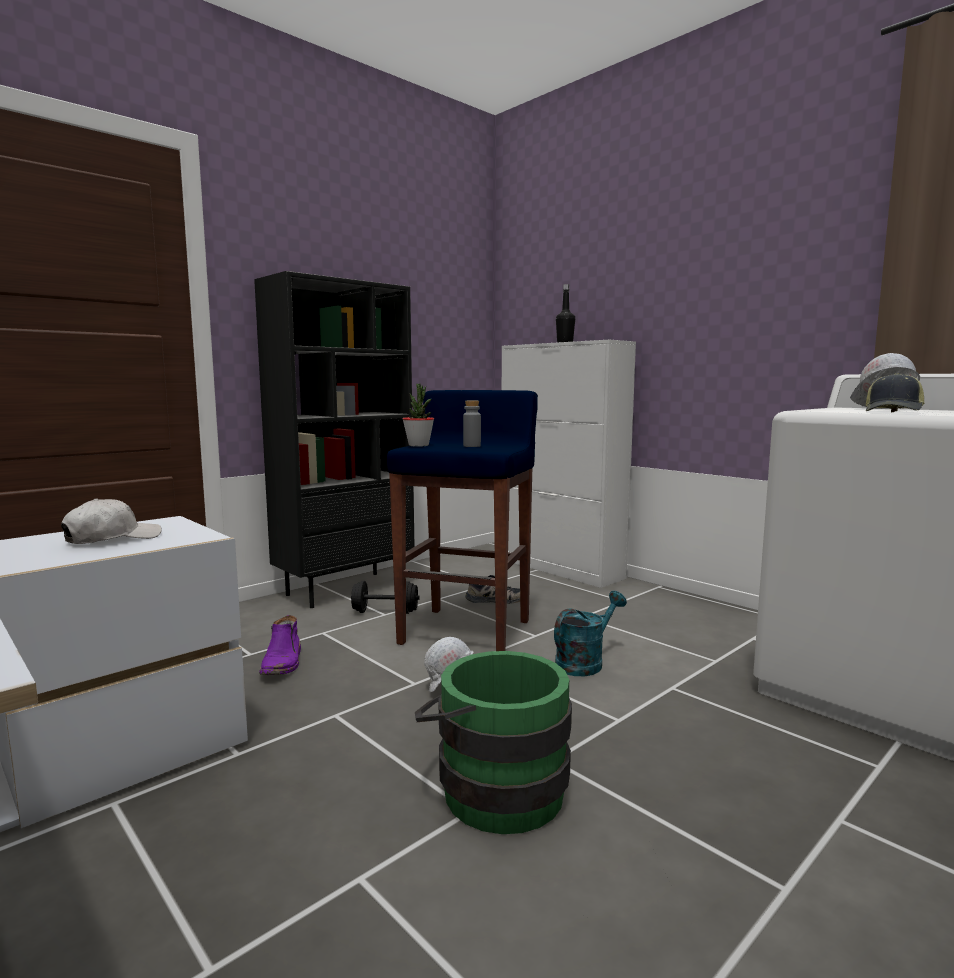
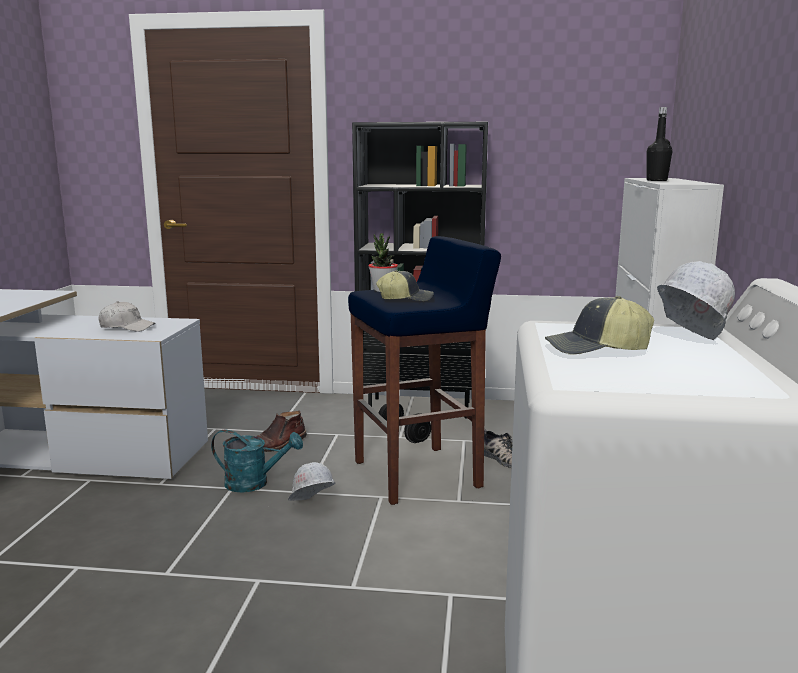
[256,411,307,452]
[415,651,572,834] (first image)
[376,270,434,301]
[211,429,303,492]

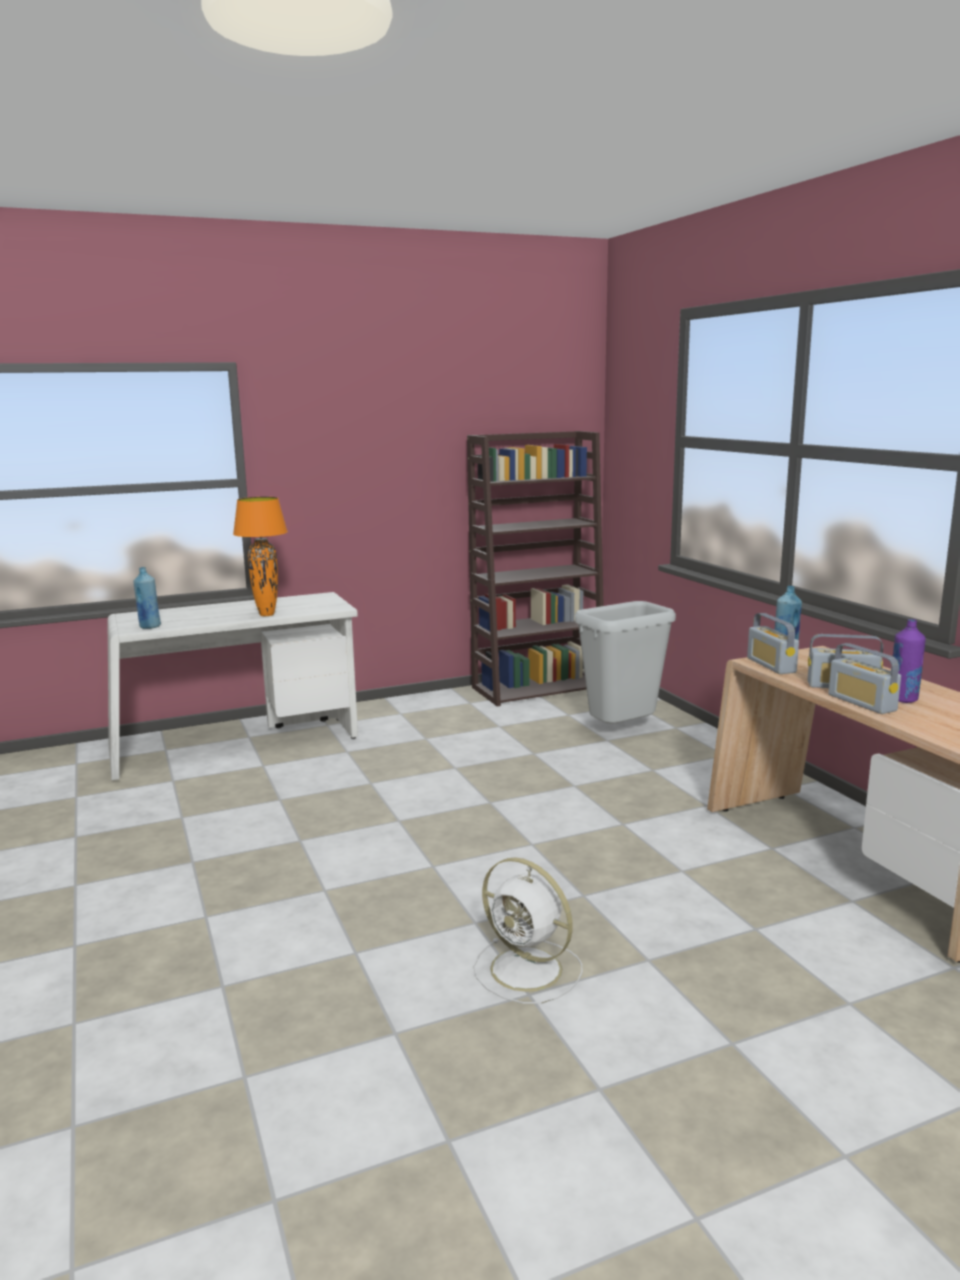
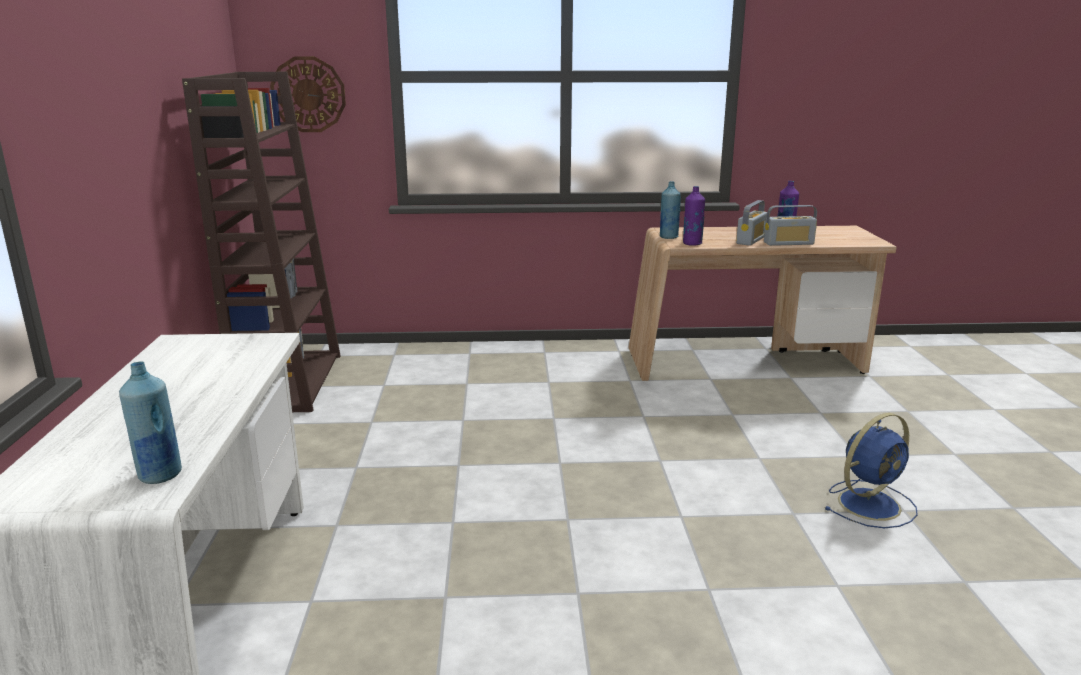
[233,497,288,616] (first image)
[824,413,918,528]
[575,601,676,724] (first image)
[683,186,705,246]
[270,56,346,132]

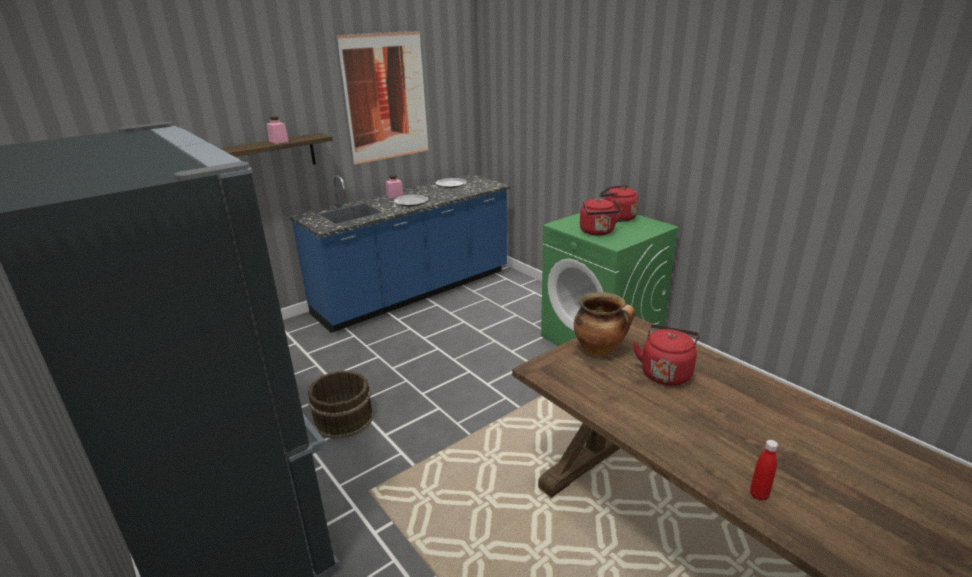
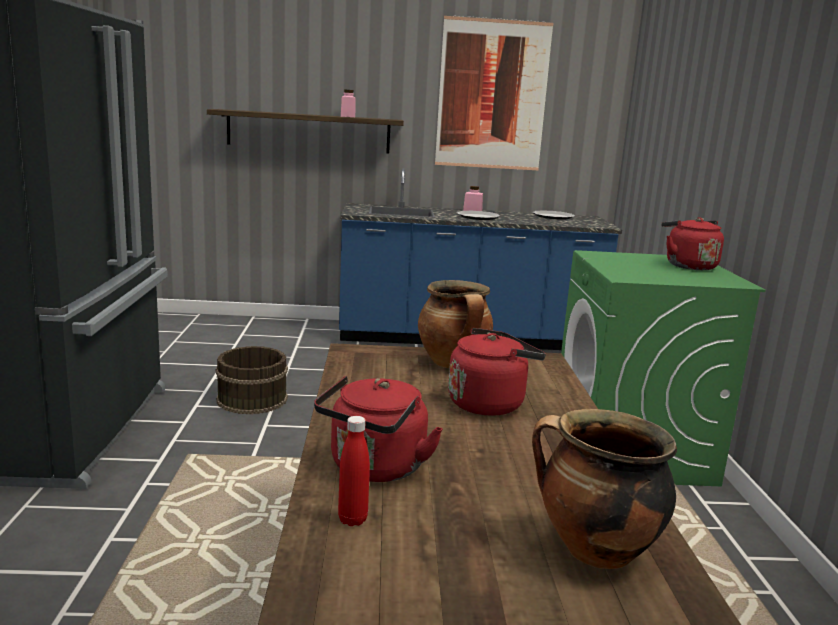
[314,376,443,482]
[532,409,677,569]

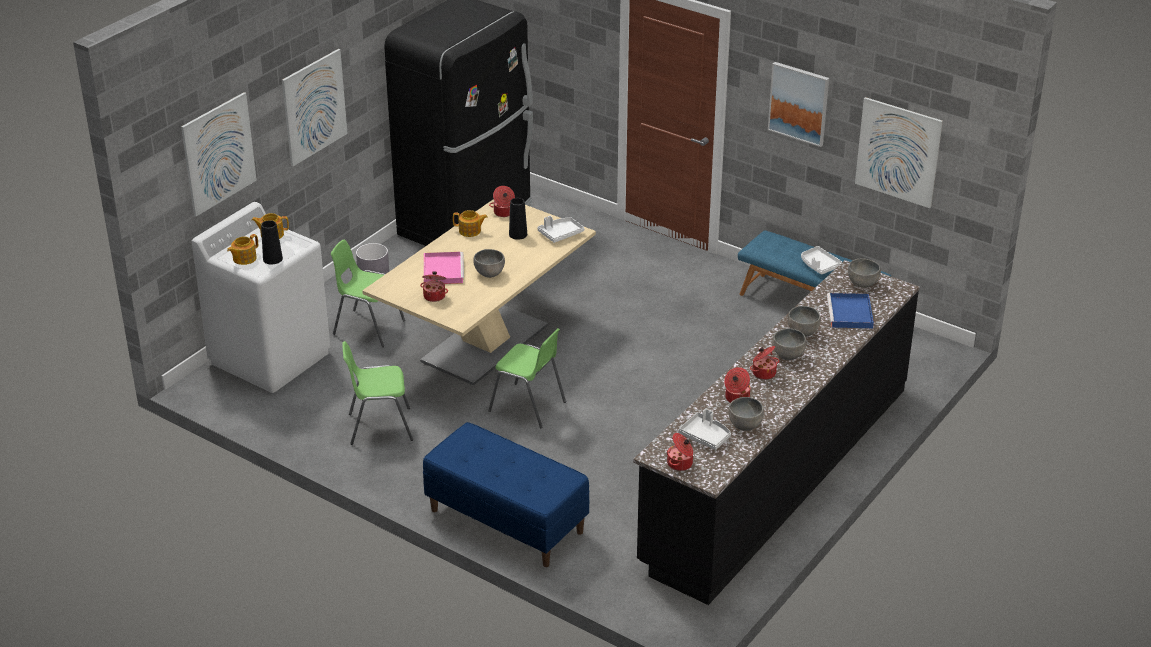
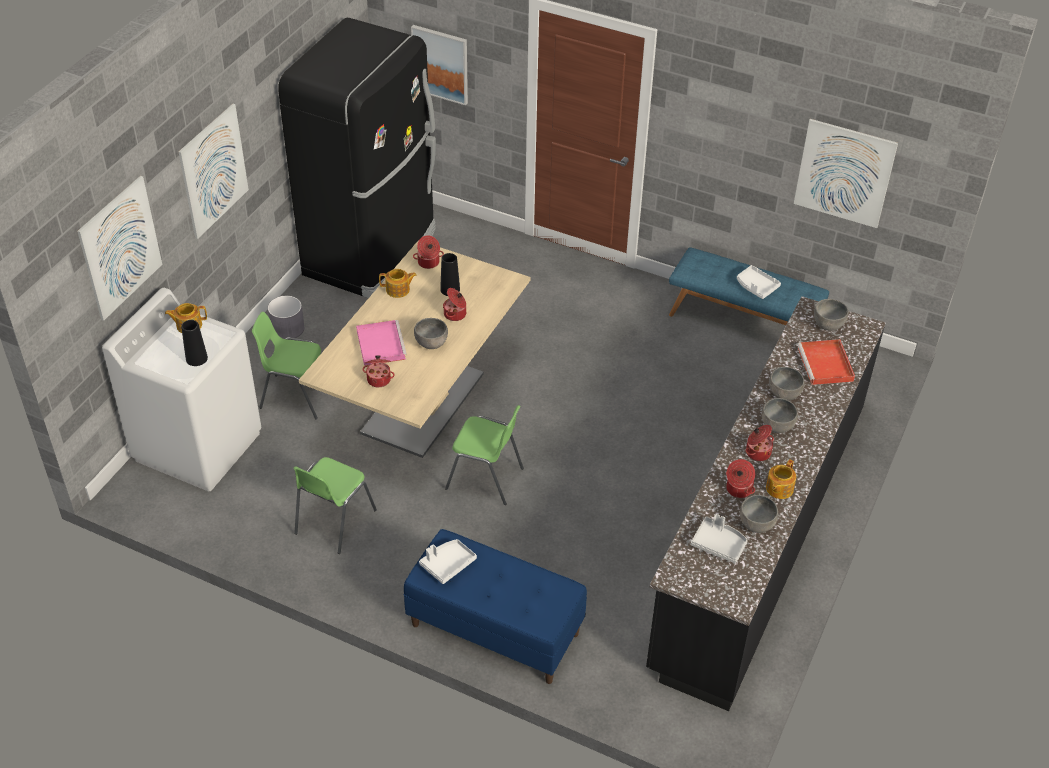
[766,459,796,499]
[293,457,377,554]
[419,539,477,584]
[443,288,466,321]
[411,25,468,105]
[797,339,855,385]

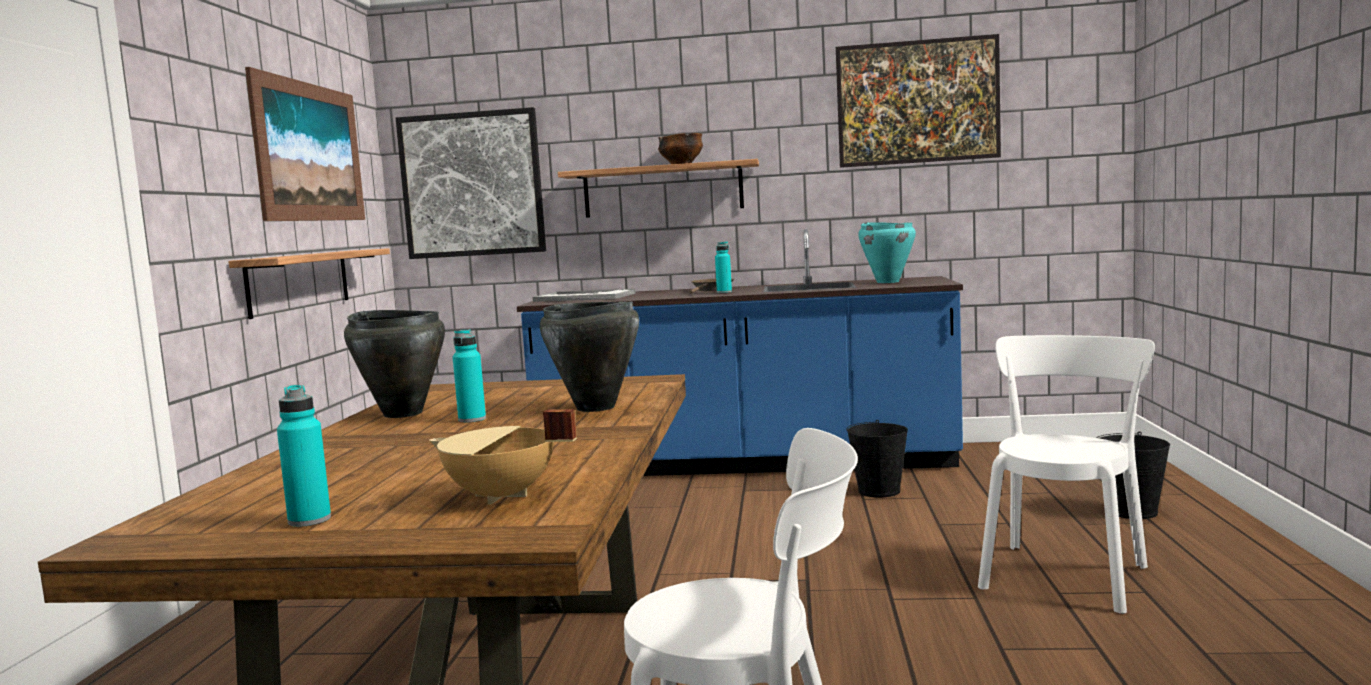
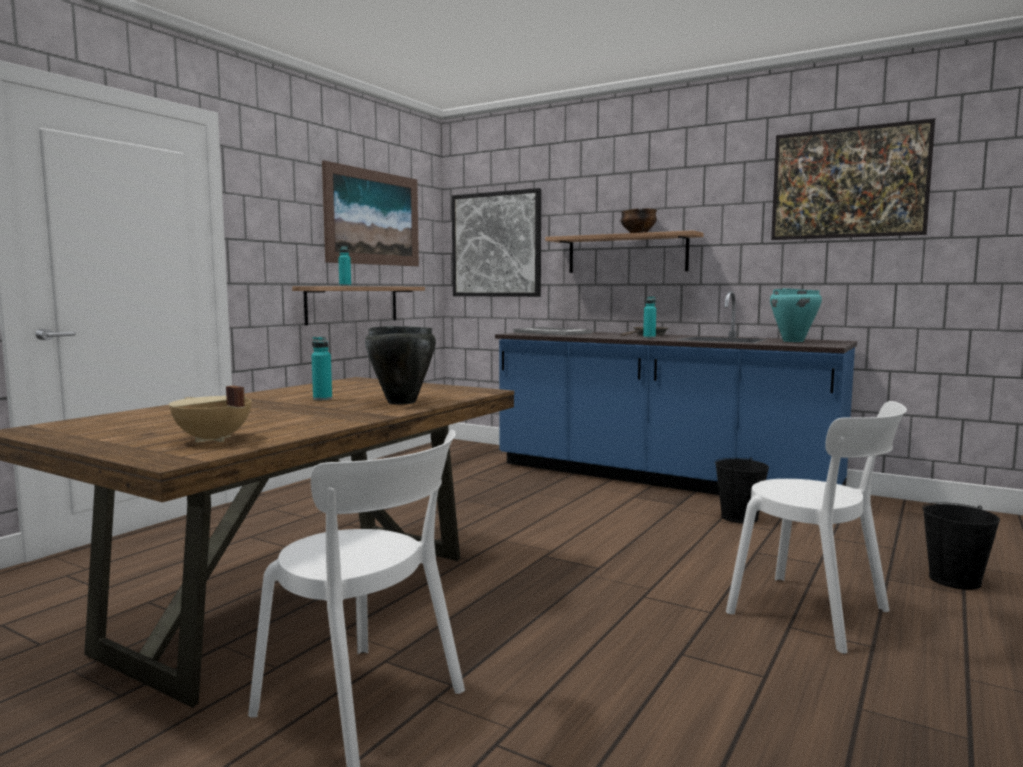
[338,246,351,286]
[344,310,445,418] (first image)
[726,401,907,654]

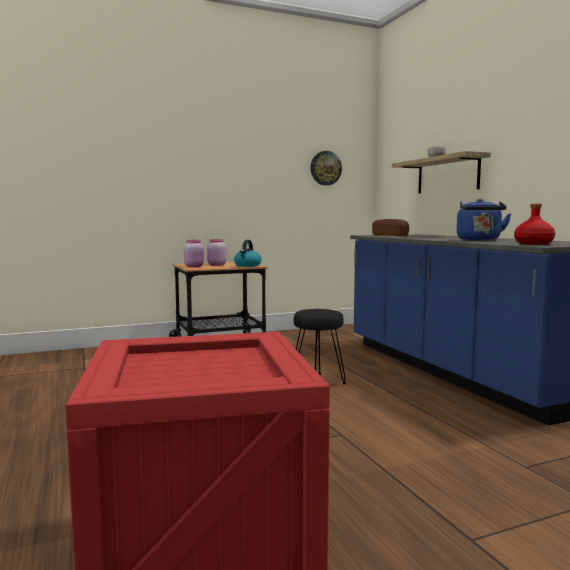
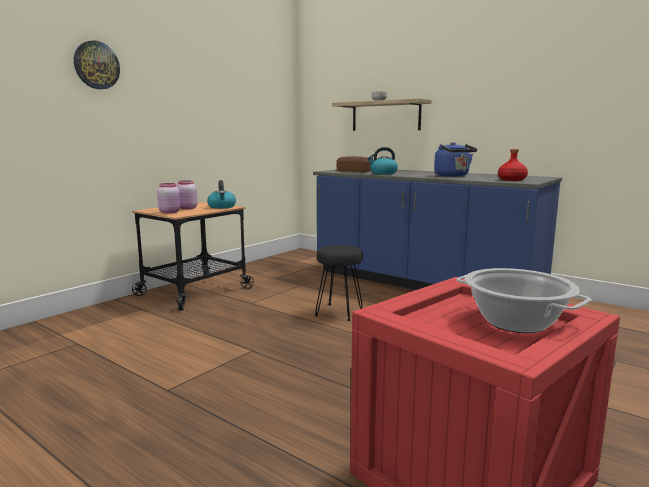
[74,40,120,89]
[367,147,398,174]
[456,268,591,333]

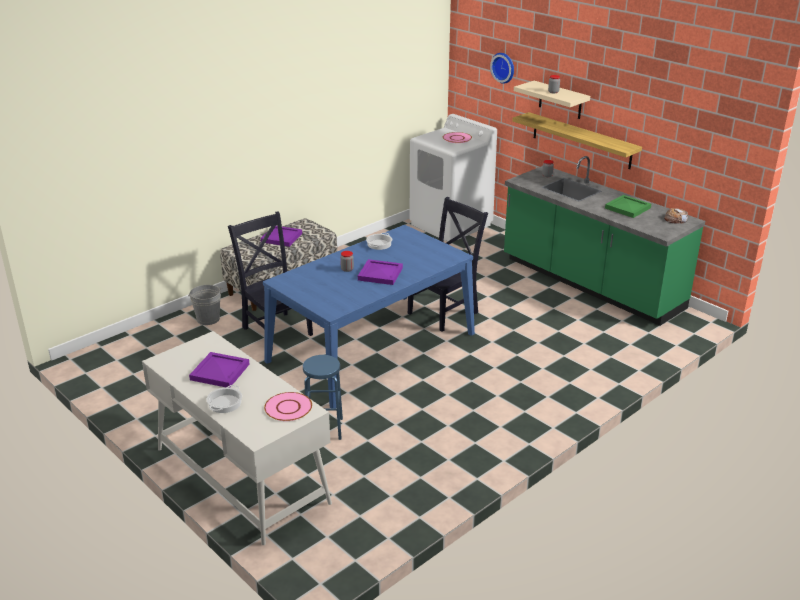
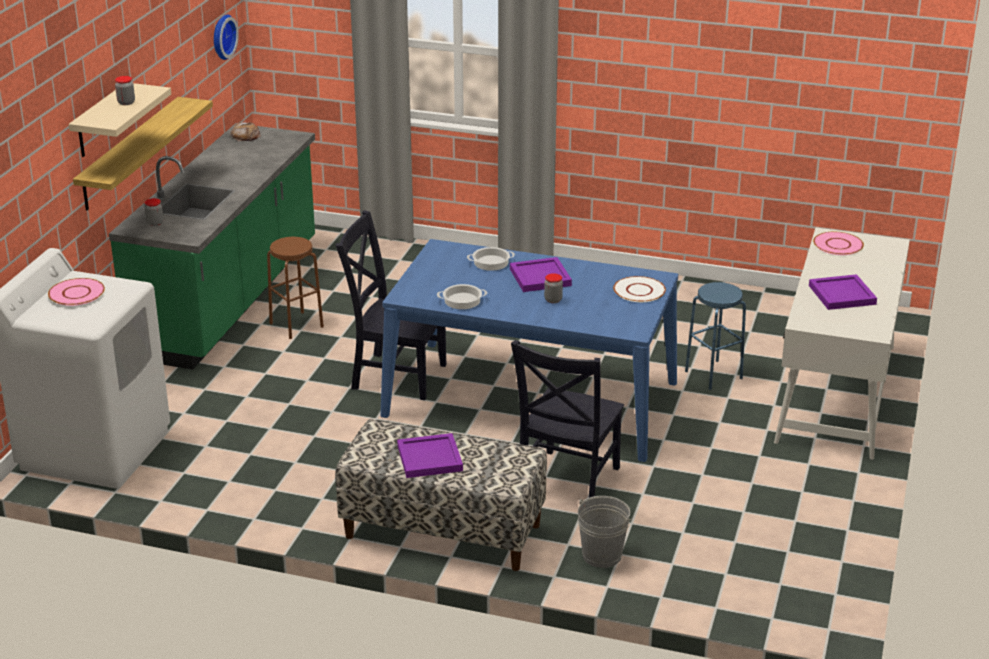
[467,247,515,271]
[214,15,239,60]
[605,195,651,218] (first image)
[267,237,324,339]
[613,276,666,302]

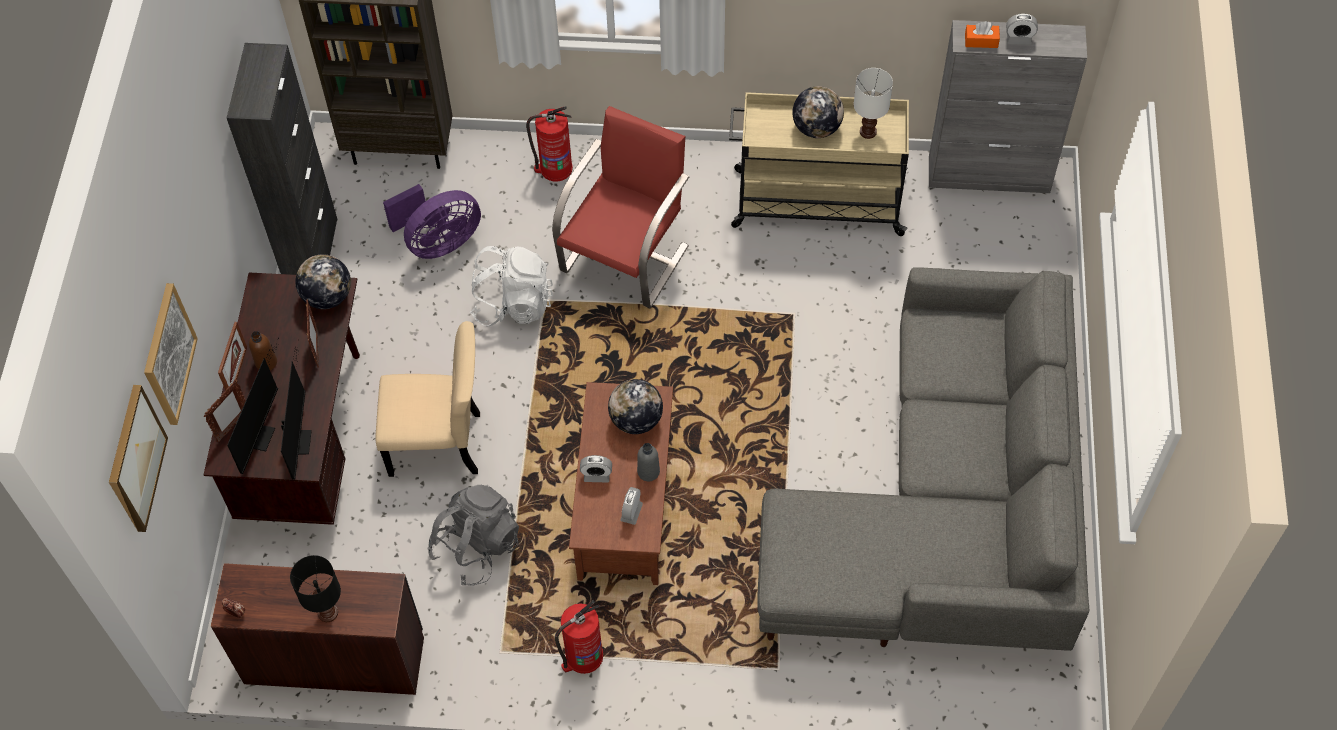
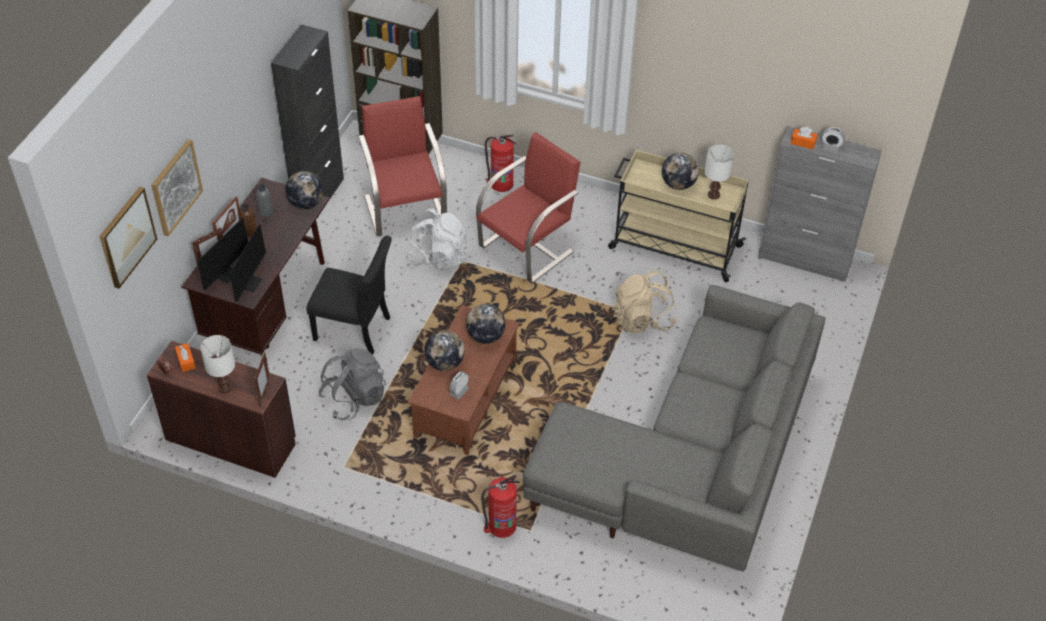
[200,335,235,393]
[254,352,270,406]
[307,236,392,354]
[358,96,447,236]
[481,474,520,538]
[424,330,465,371]
[256,184,274,217]
[175,343,196,372]
[612,271,676,333]

